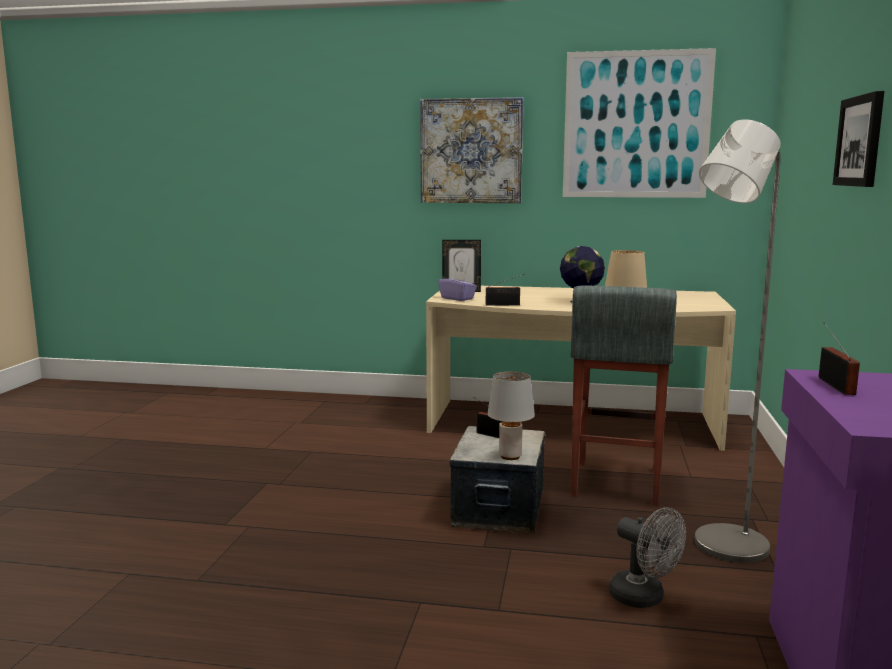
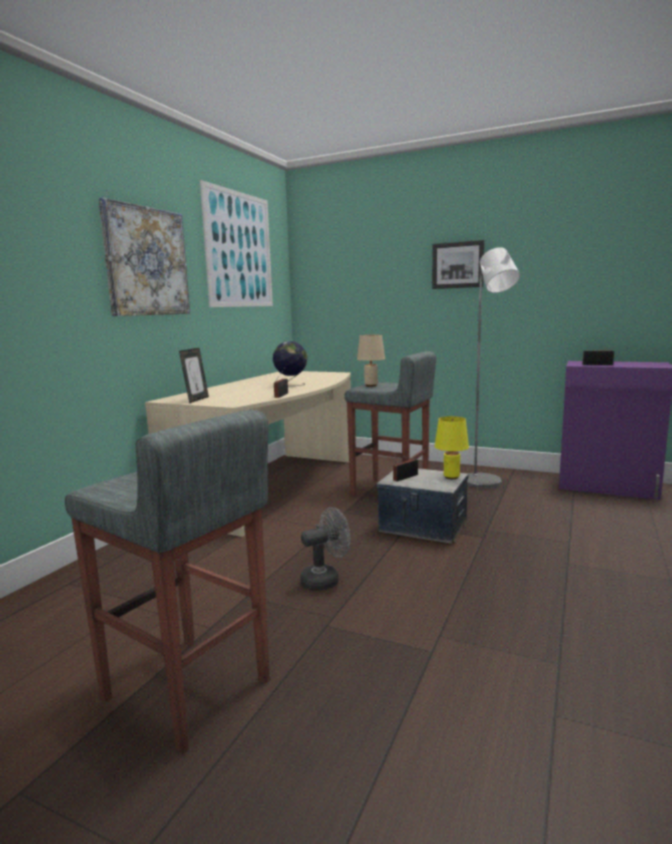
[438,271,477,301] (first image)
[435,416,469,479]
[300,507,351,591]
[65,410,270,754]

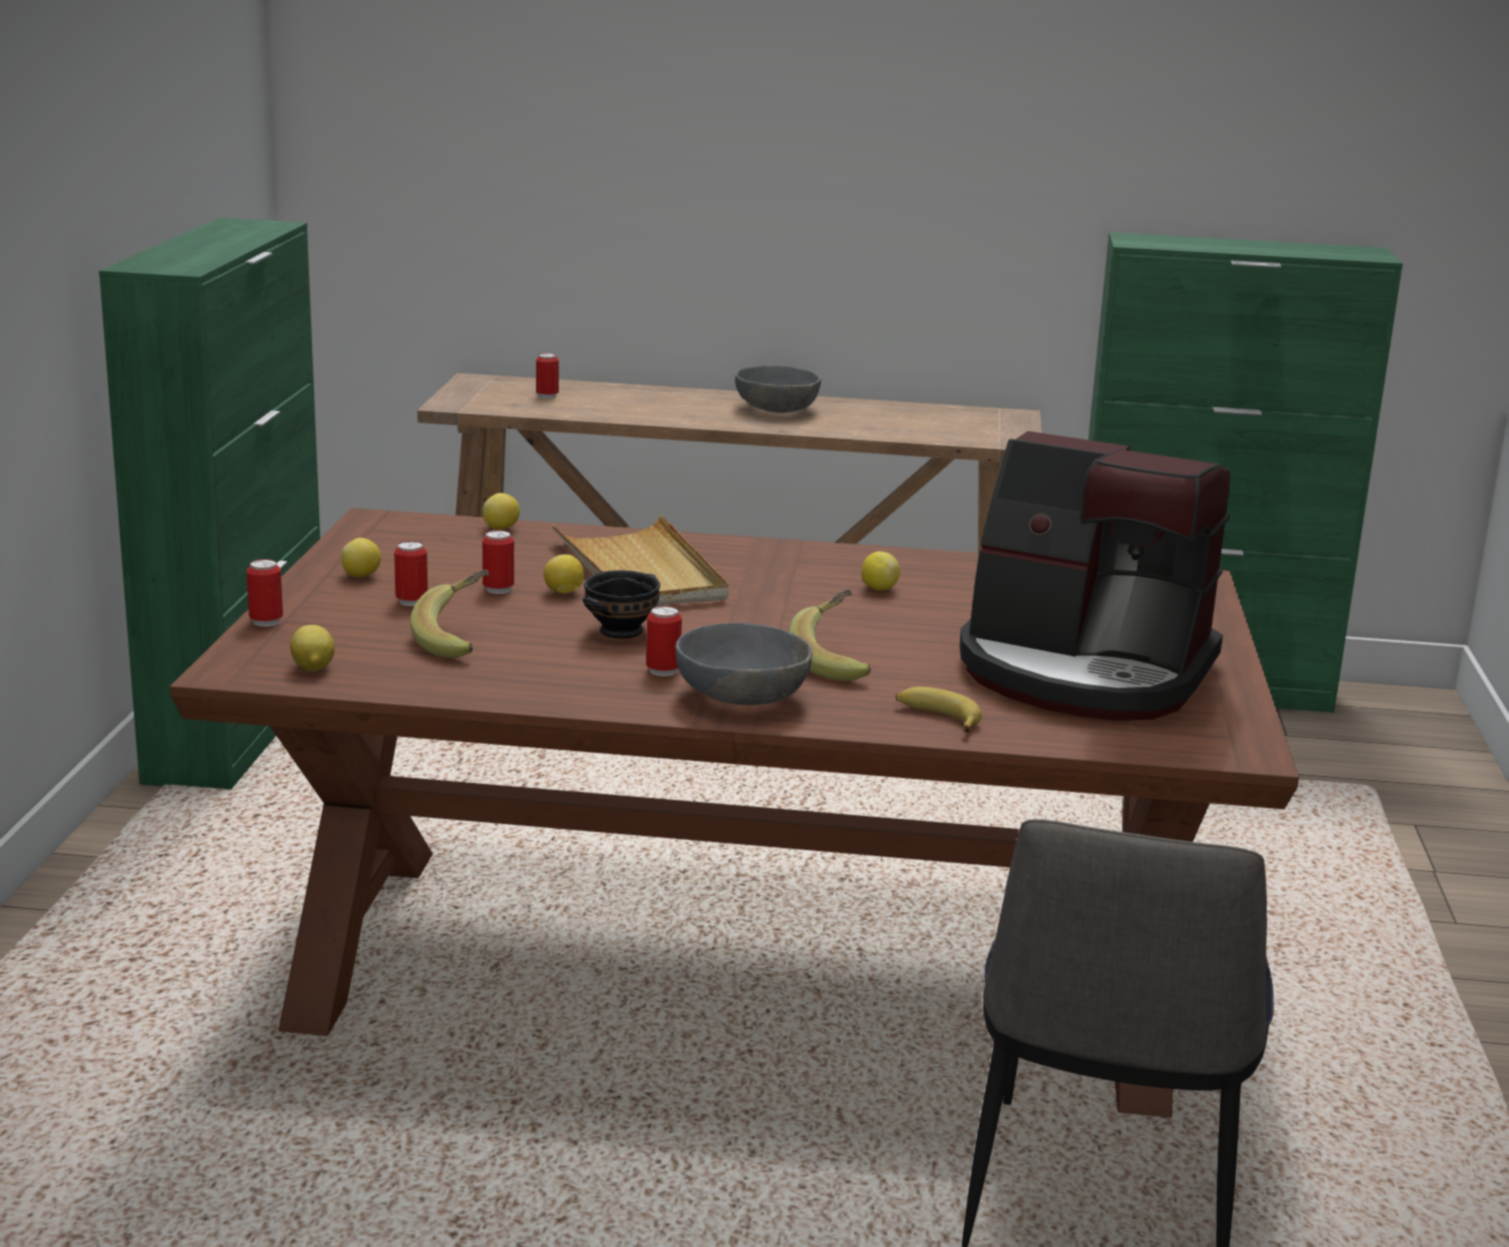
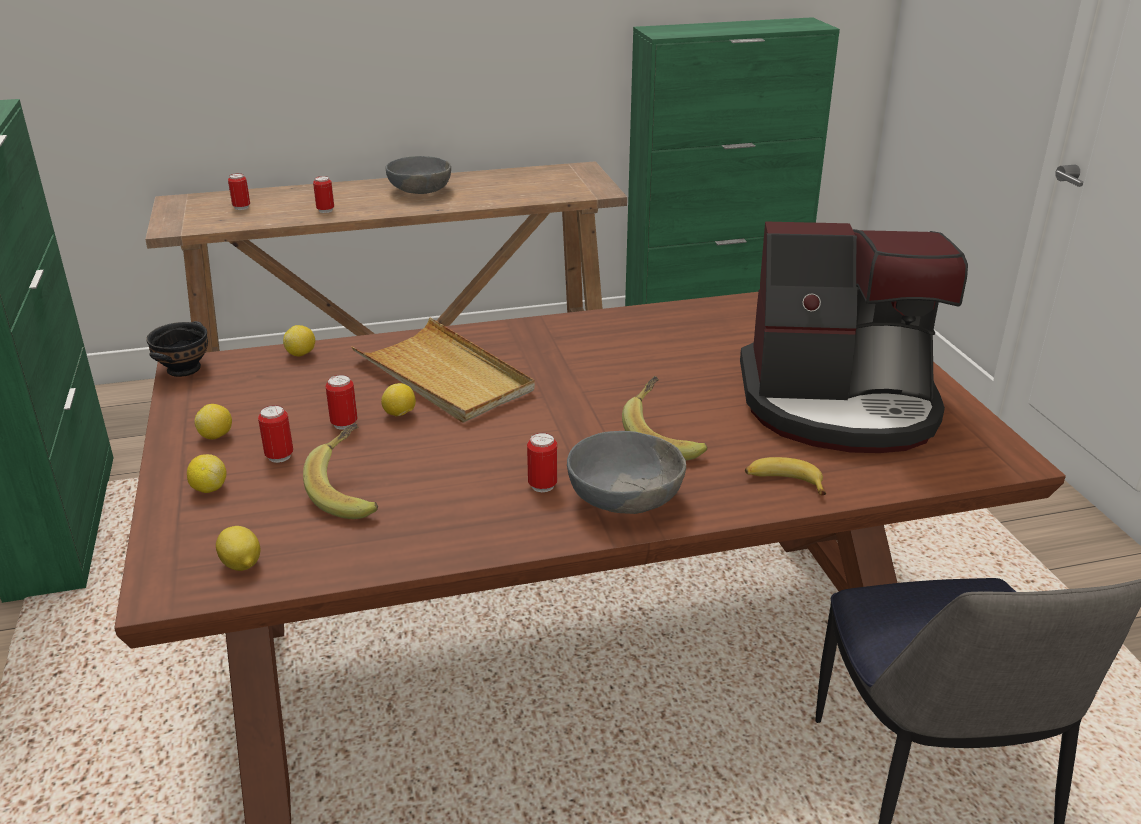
[313,176,334,213]
[146,321,208,377]
[187,454,227,493]

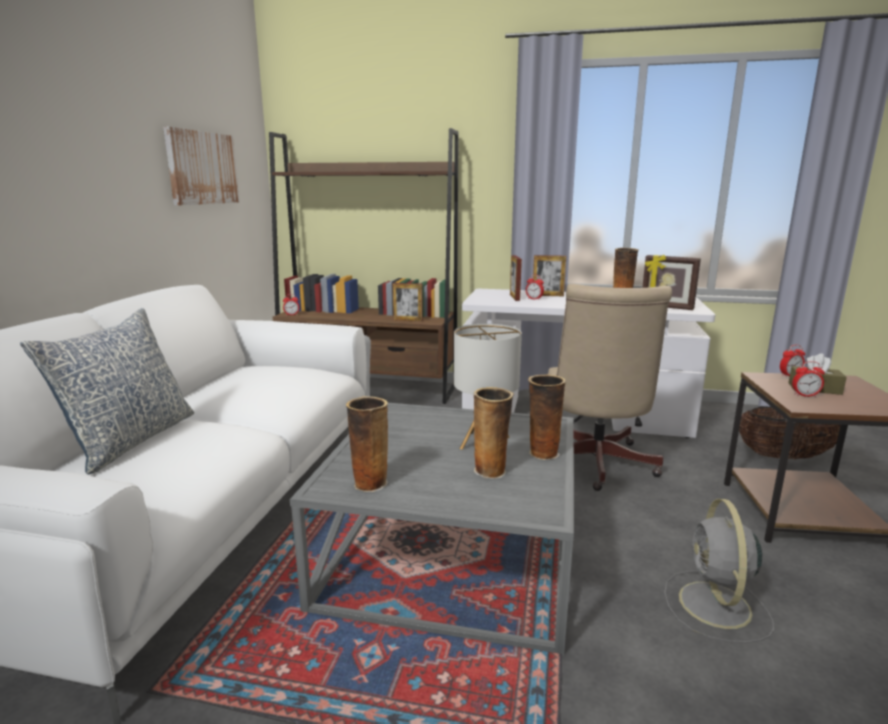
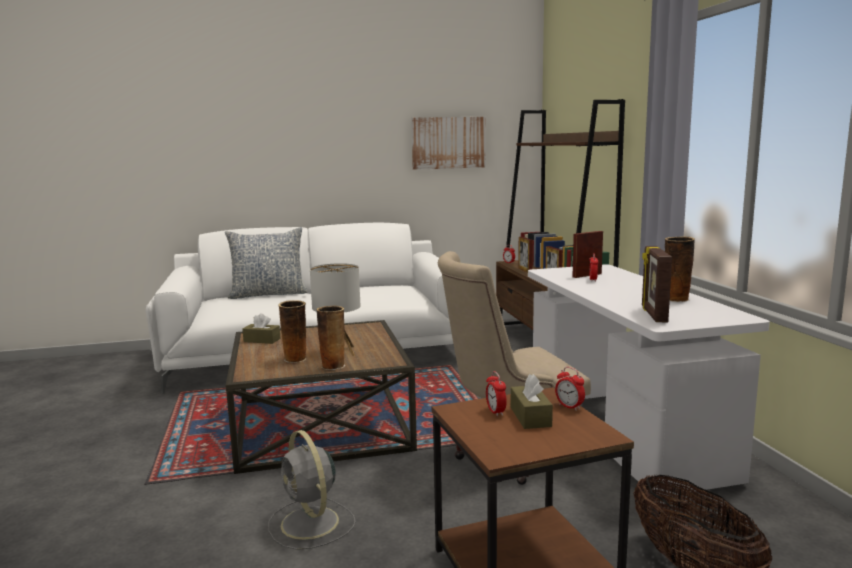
[226,320,417,474]
[242,313,280,344]
[518,237,533,273]
[268,430,356,550]

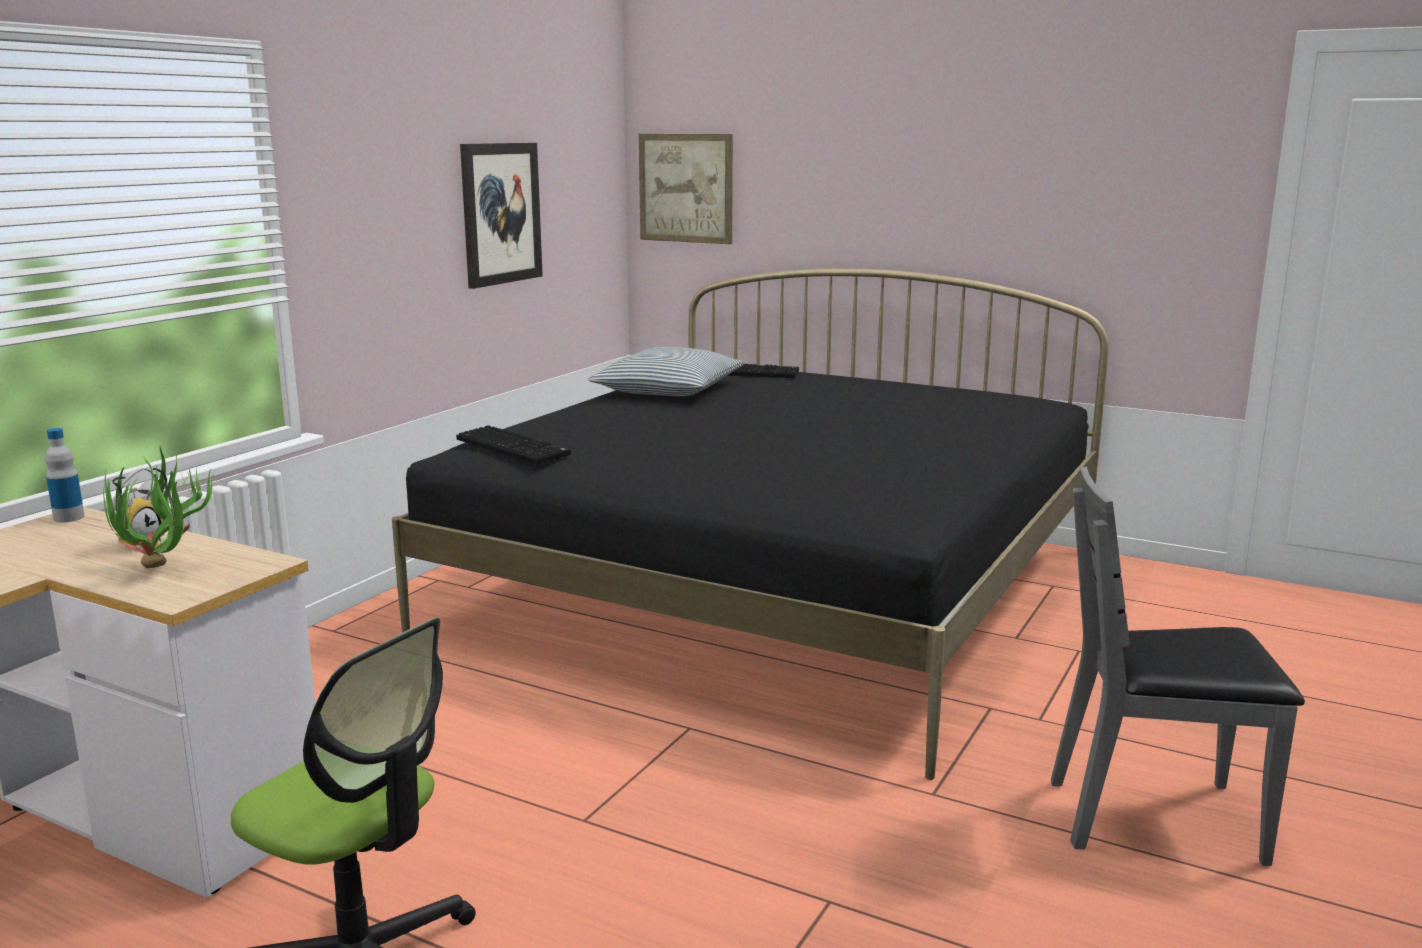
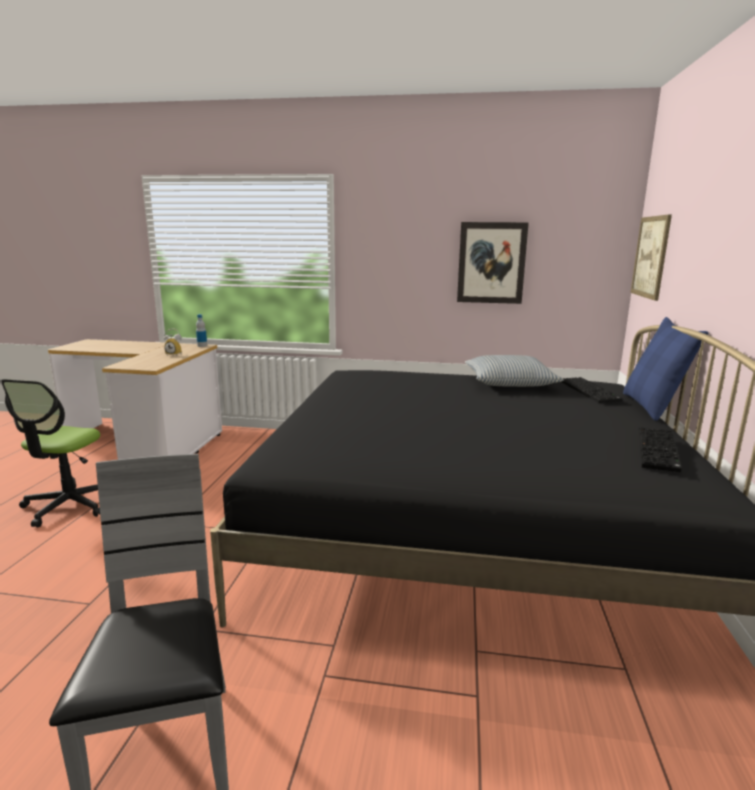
[103,447,214,568] (first image)
[638,427,682,472]
[623,317,708,421]

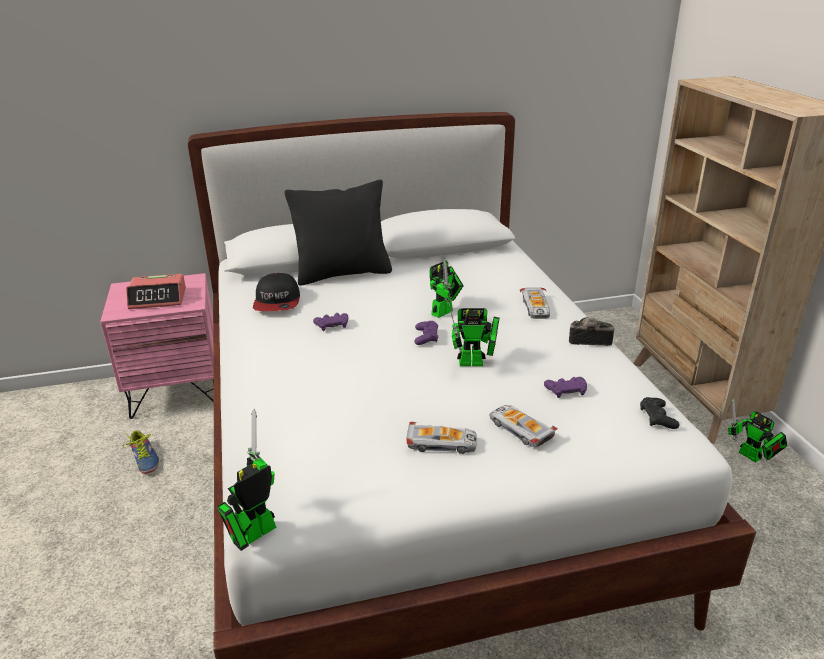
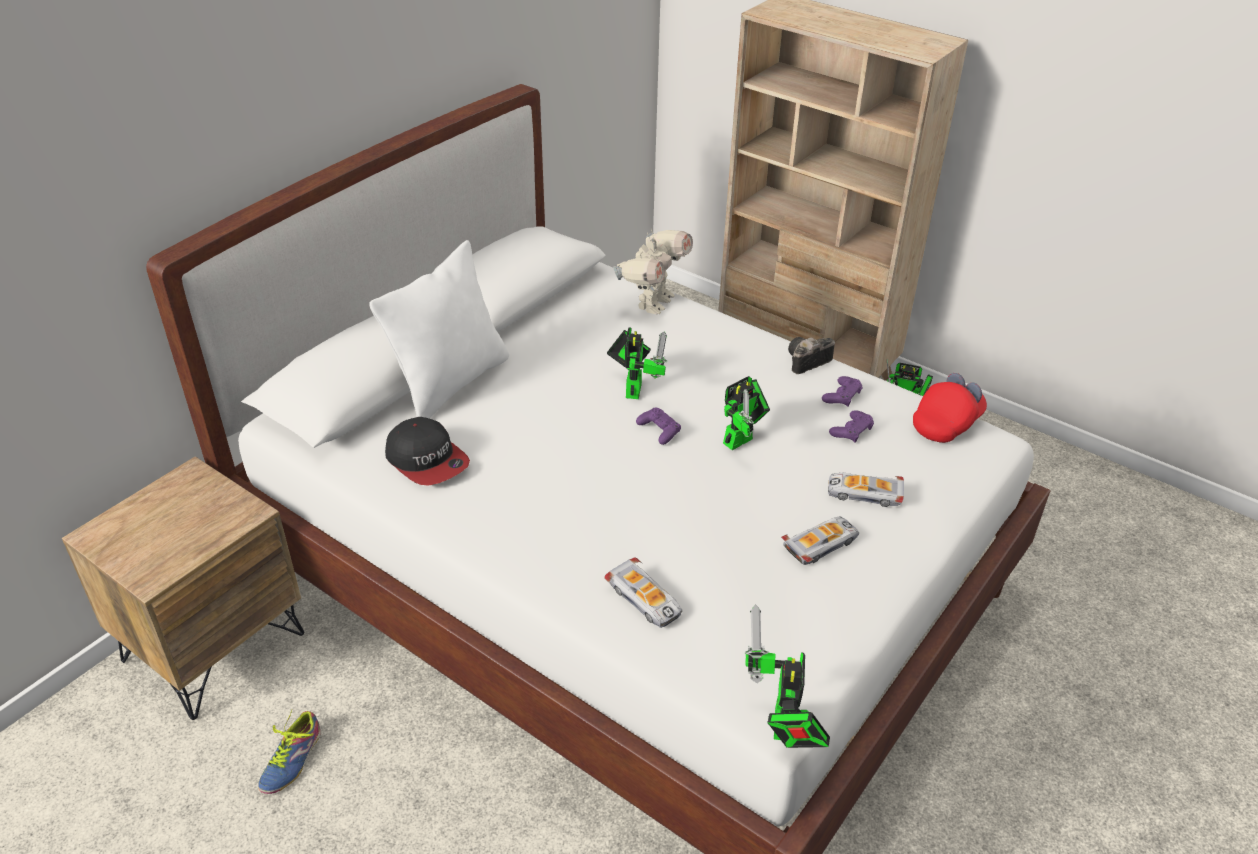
[62,456,305,720]
[258,711,321,794]
[126,274,186,309] (first image)
[369,240,509,418]
[822,376,863,407]
[604,557,682,628]
[913,373,987,443]
[613,229,693,315]

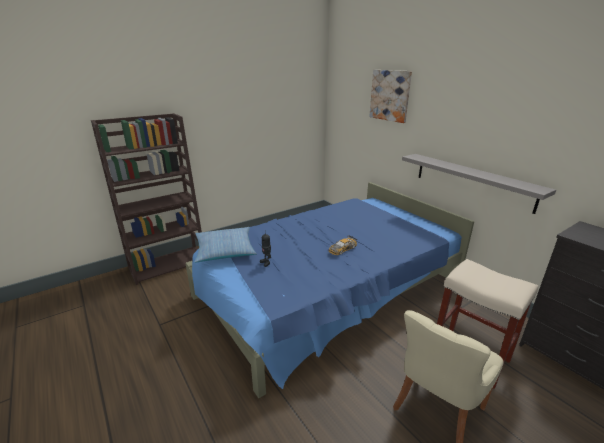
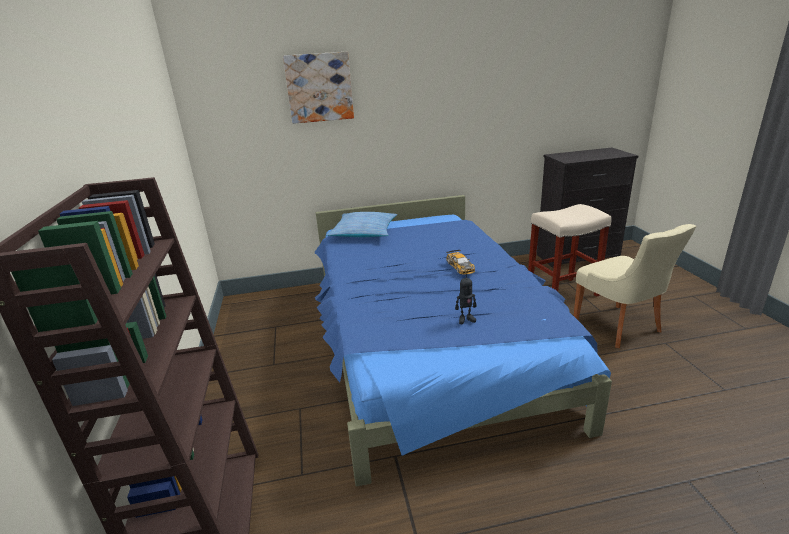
[326,212,397,237]
[402,154,556,214] (first image)

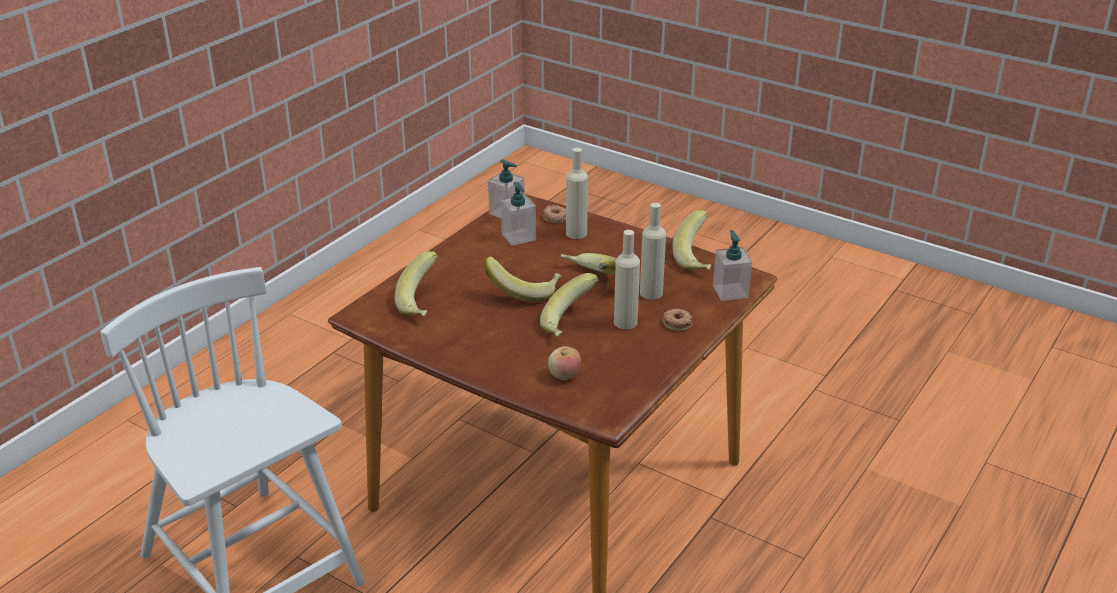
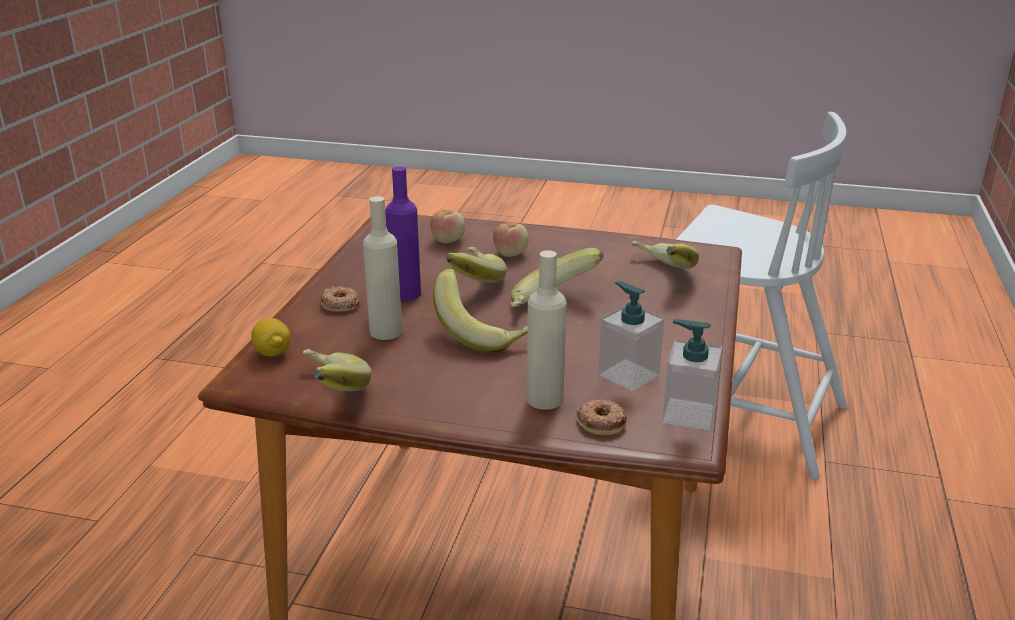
[385,166,421,301]
[251,318,290,356]
[493,222,528,257]

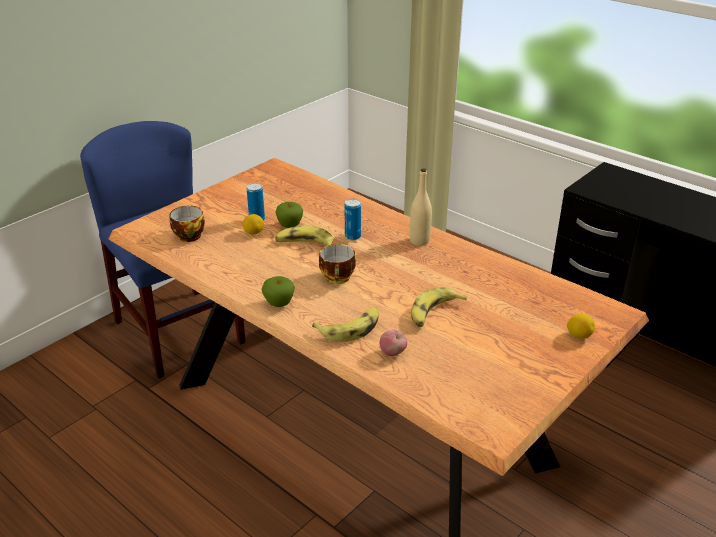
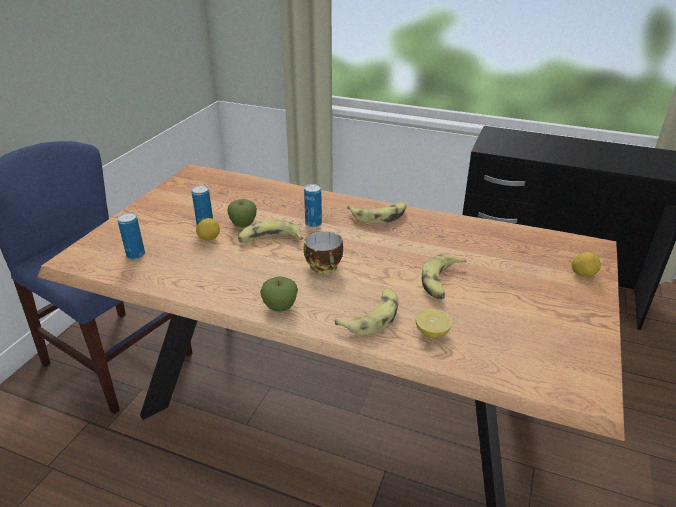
[117,212,145,259]
[416,309,452,338]
[347,202,406,224]

